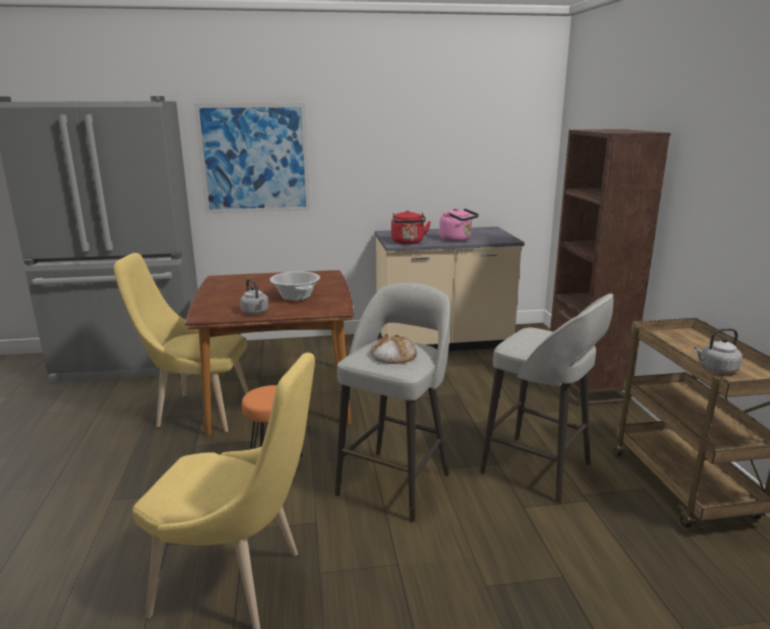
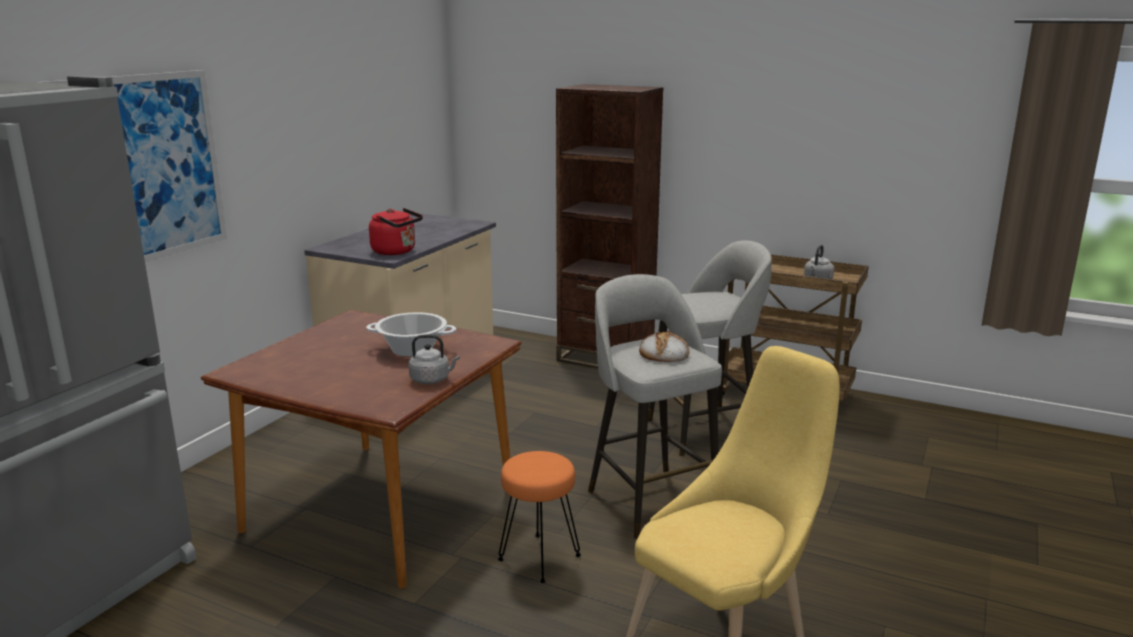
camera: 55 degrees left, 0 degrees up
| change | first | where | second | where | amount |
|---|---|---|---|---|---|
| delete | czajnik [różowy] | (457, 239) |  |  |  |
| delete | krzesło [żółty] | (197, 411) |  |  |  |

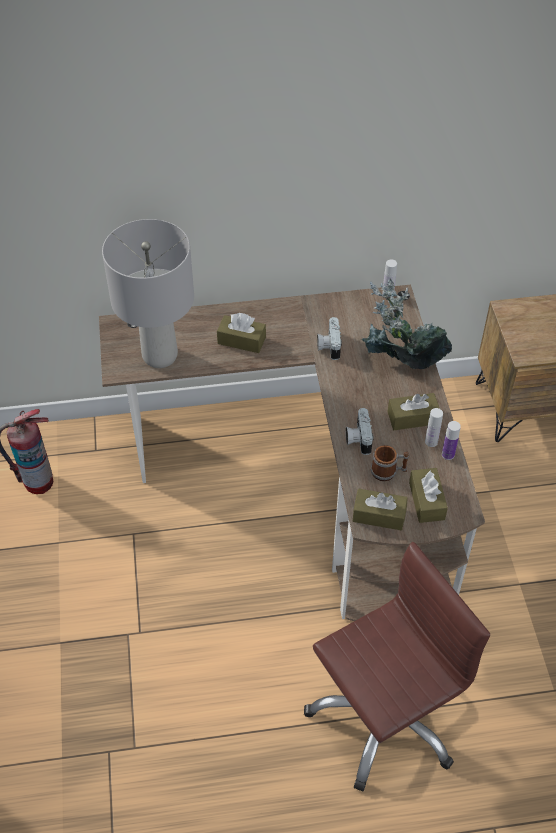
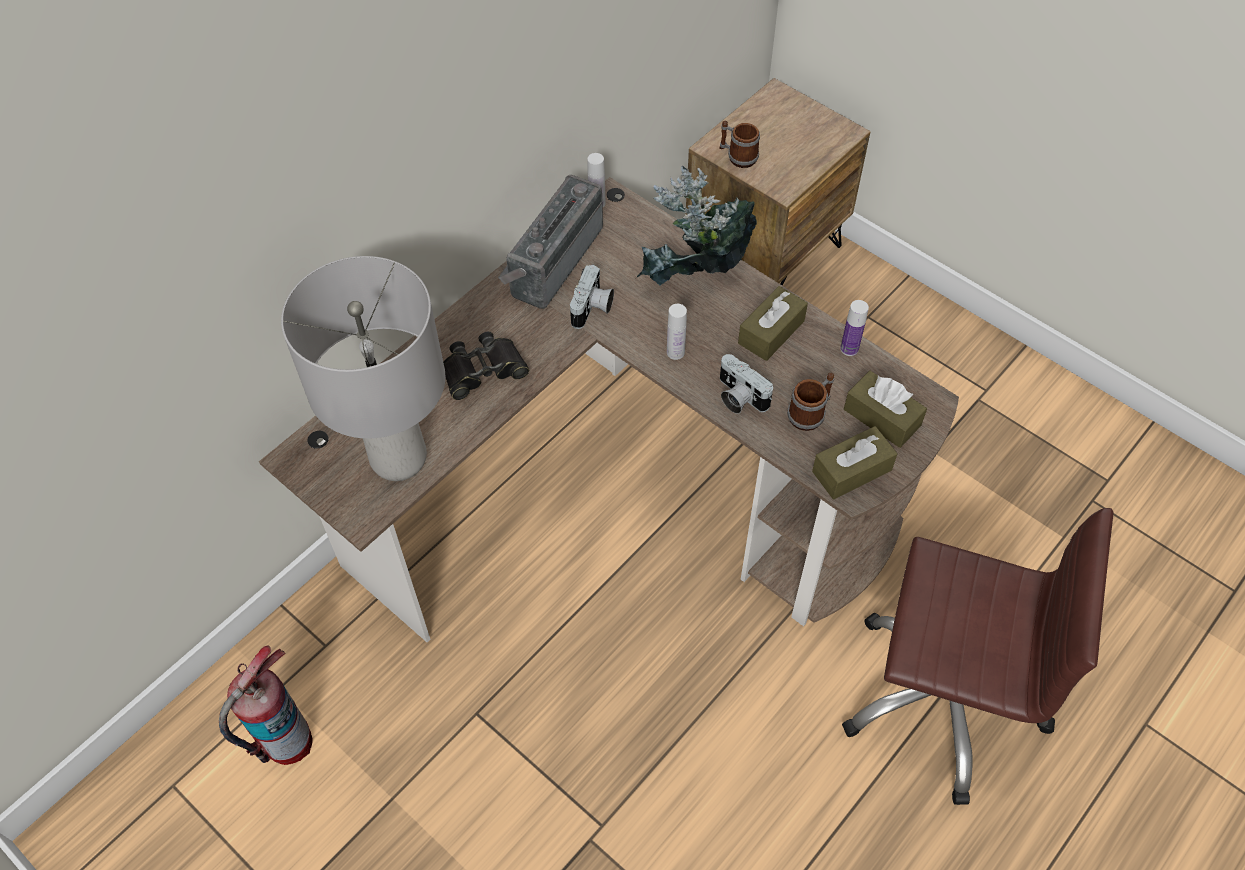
camera: 40 degrees left, 5 degrees up
| change | first | where | second | where | amount |
|---|---|---|---|---|---|
| replace | pudełko chusteczek [brązowy] | (241, 340) | lornetka [czarny] | (483, 370) |  |
| rotate | aparat fotograficzny | (328, 345) |  | (592, 308) | 120 degrees counterclockwise |
| move | butelka [biały] | (431, 442) |  | (675, 352) |  |
| rotate | krzesło biurowe [brązowy] | (383, 716) |  | (943, 697) | 90 degrees clockwise |
| insert |  |  | kubek | (737, 156) |  |
| insert |  |  | radio | (551, 260) |  |

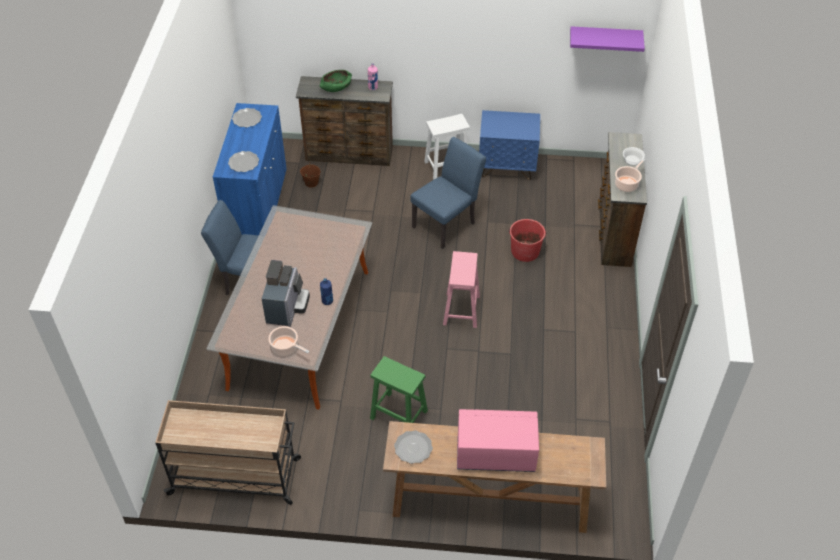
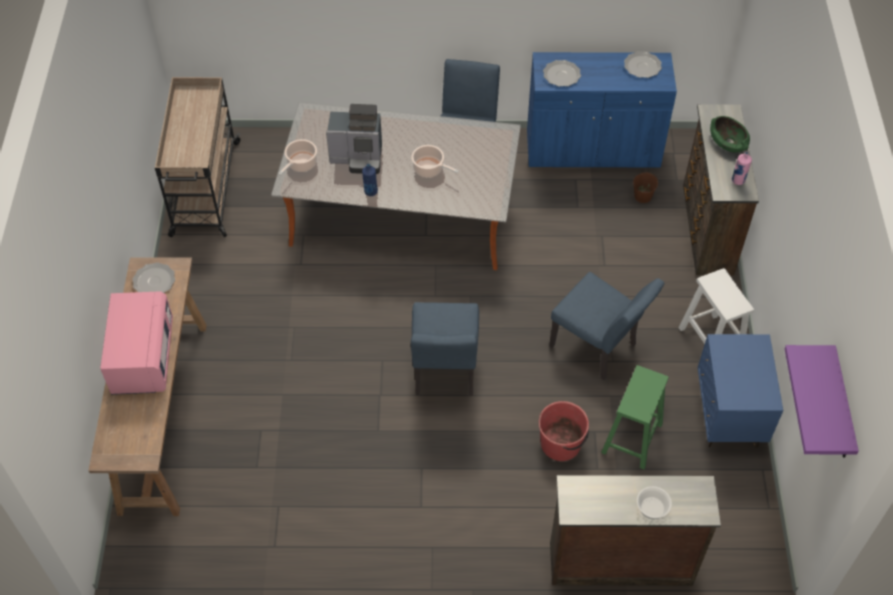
camera: 85 degrees right, 5 degrees up
| change | first | where | second | where | amount |
|---|---|---|---|---|---|
| move | garnek | (627, 184) |  | (430, 169) |  |
| replace | stołek [różowy] | (461, 310) | krzesło [niebieski] | (444, 373) |  |
| move | stołek [zielony] | (398, 414) |  | (632, 437) |  |

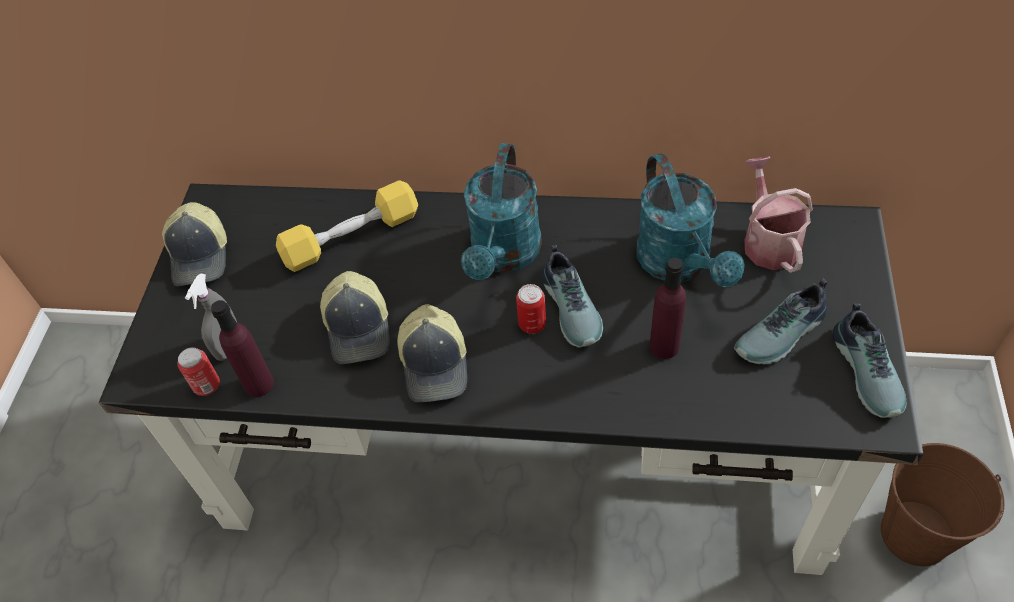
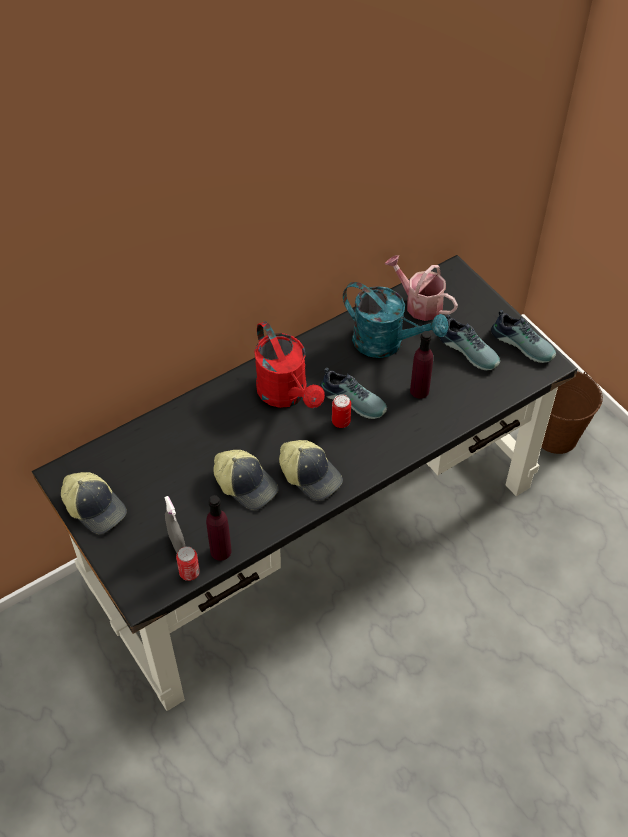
camera: 45 degrees left, 0 degrees up
| change | first | where | second | where | amount |
|---|---|---|---|---|---|
| recolor | konewka [turkusowy] | (504, 256) | konewka [czerwony] | (287, 395) |  |
| delete | hantel [żółty] | (351, 237) |  |  |  |
| rotate | but | (782, 335) |  | (470, 350) | 60 degrees counterclockwise |

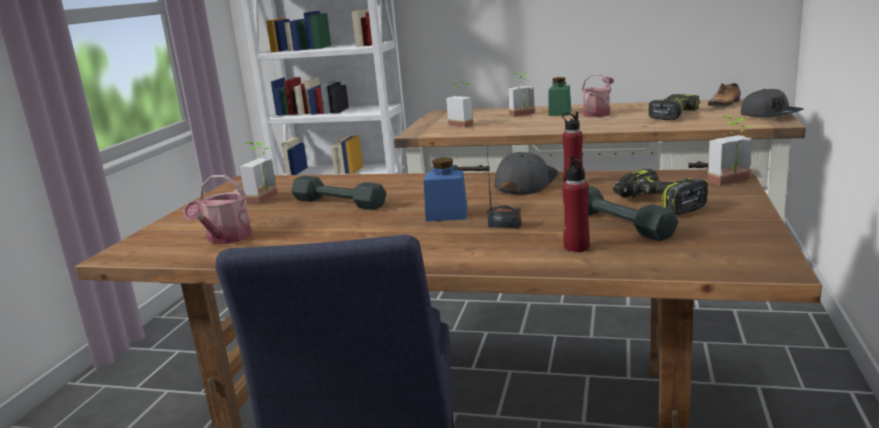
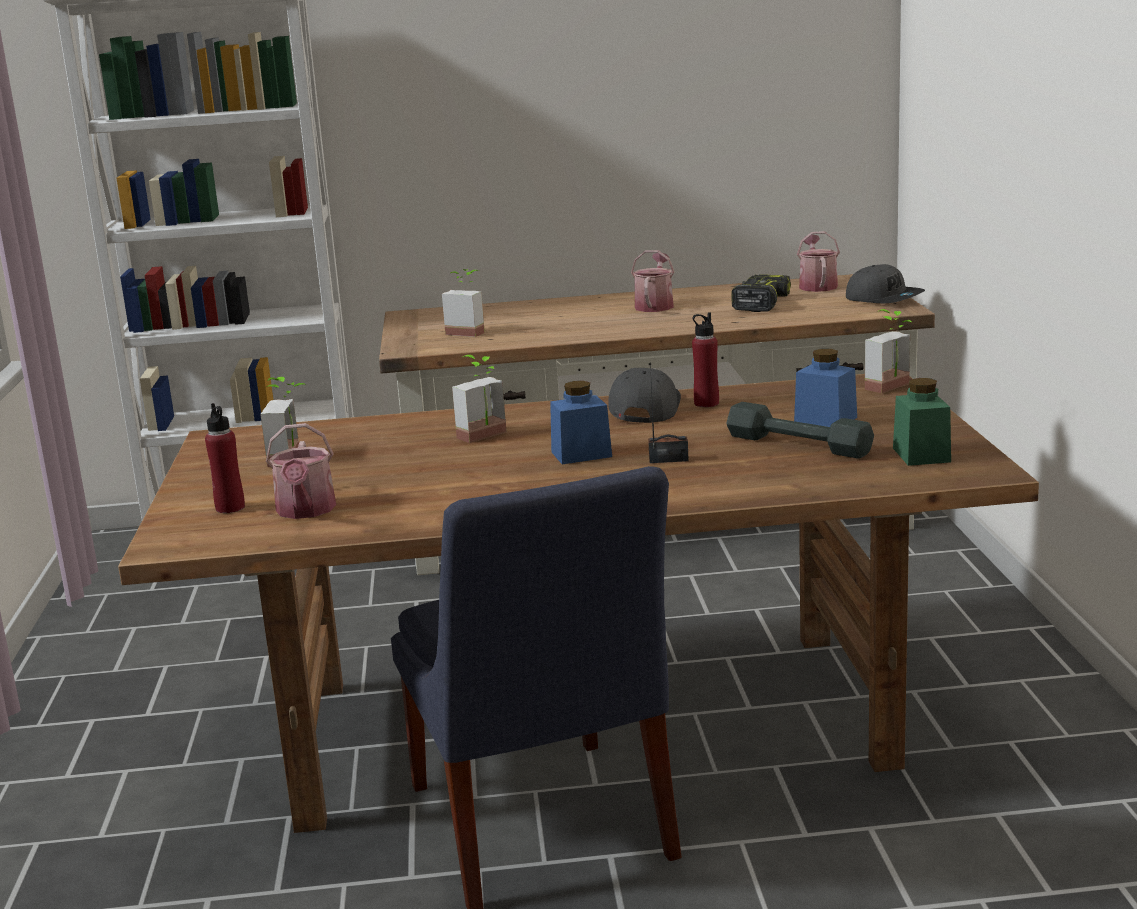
camera: 20 degrees left, 0 degrees up
| change | first | where | second | where | amount |
|---|---|---|---|---|---|
| move | roślina doniczkowa | (524, 115) |  | (487, 437) |  |
| move | słoik [zielony] | (560, 113) |  | (921, 455) |  |
| replace | but | (724, 104) | konewka | (817, 286) |  |
| move | butelka [czerwony] | (576, 247) |  | (230, 508) |  |
| replace | wiertarka | (656, 204) | słoik [niebieski] | (825, 419) |  |
| delete | hantel [szary] | (339, 202) |  |  |  |

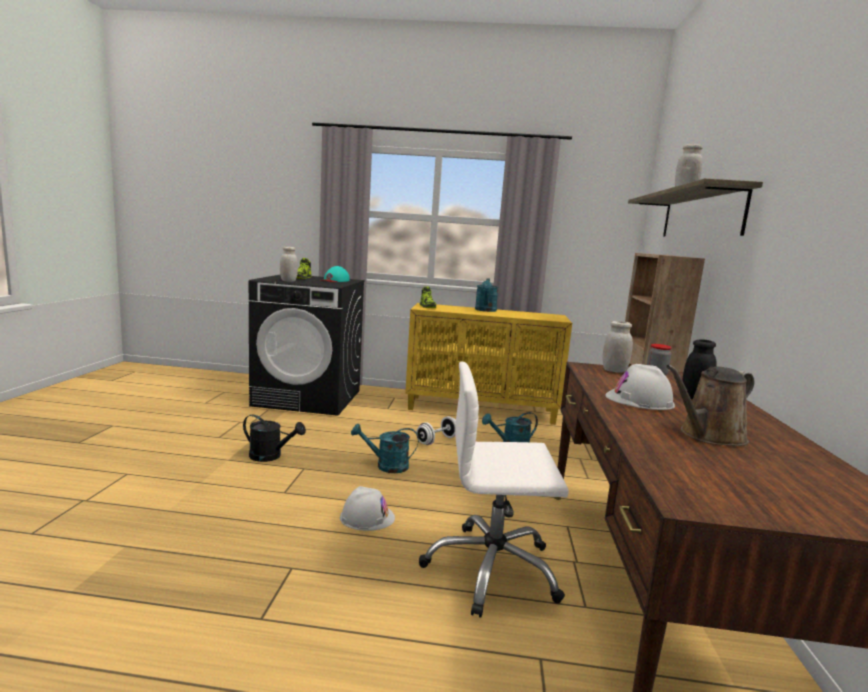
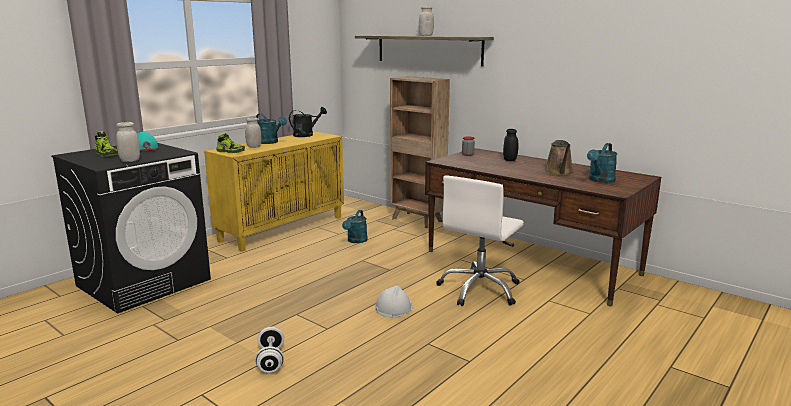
camera: 55 degrees left, 5 degrees up
| change | first | where | second | where | amount |
|---|---|---|---|---|---|
| move | słoik [biały] | (614, 371) |  | (254, 147) |  |
| delete | kask [biały] | (639, 400) |  |  |  |
| move | konewka [czarny] | (271, 456) |  | (306, 135) |  |
| move | hantel [biały] | (437, 440) |  | (271, 360) |  |
| move | konewka [turkusowy] | (386, 466) |  | (600, 180) |  |

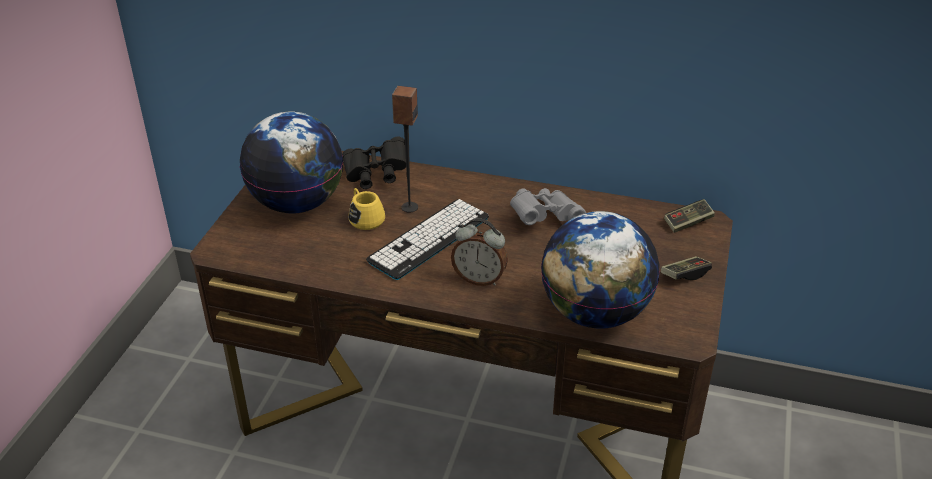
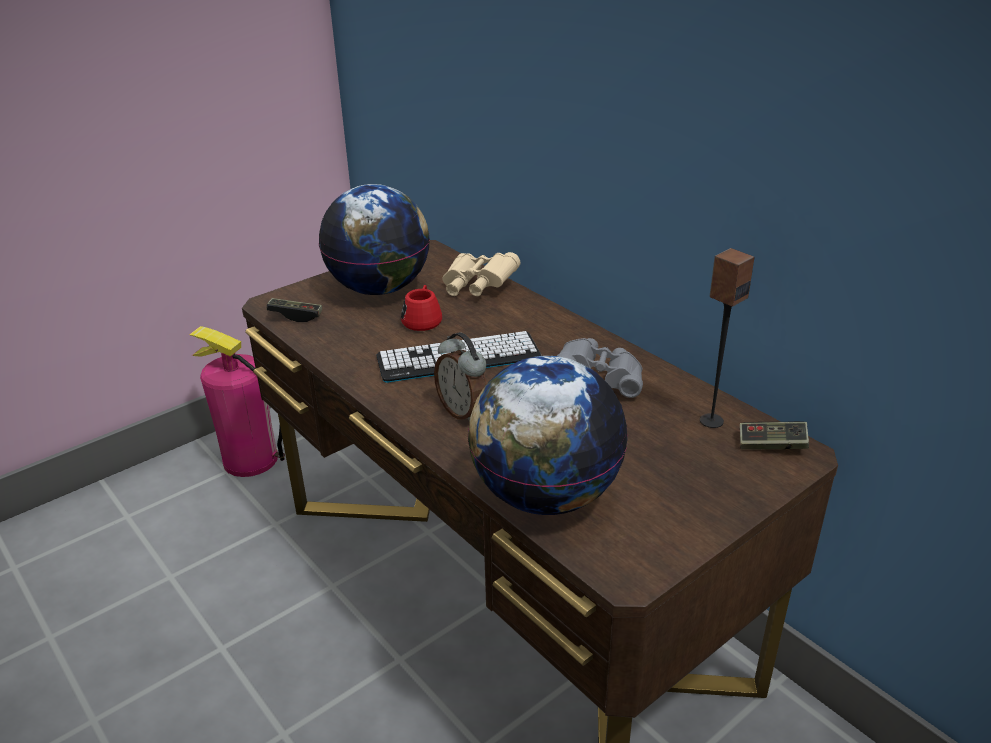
camera: 35 degrees right, 5 degrees down
| change | first | where | second | where | amount |
|---|---|---|---|---|---|
| move | głośnik | (409, 207) |  | (711, 420) |  |
| recolor | lornetka [czarny] | (376, 175) | lornetka [beżowy] | (477, 287) |  |
| recolor | kubek [żółty] | (365, 217) | kubek [czerwony] | (422, 319) |  |
| move | pad do gier | (685, 275) |  | (296, 316) |  |
| insert |  |  | gaśnica | (250, 460) |  |

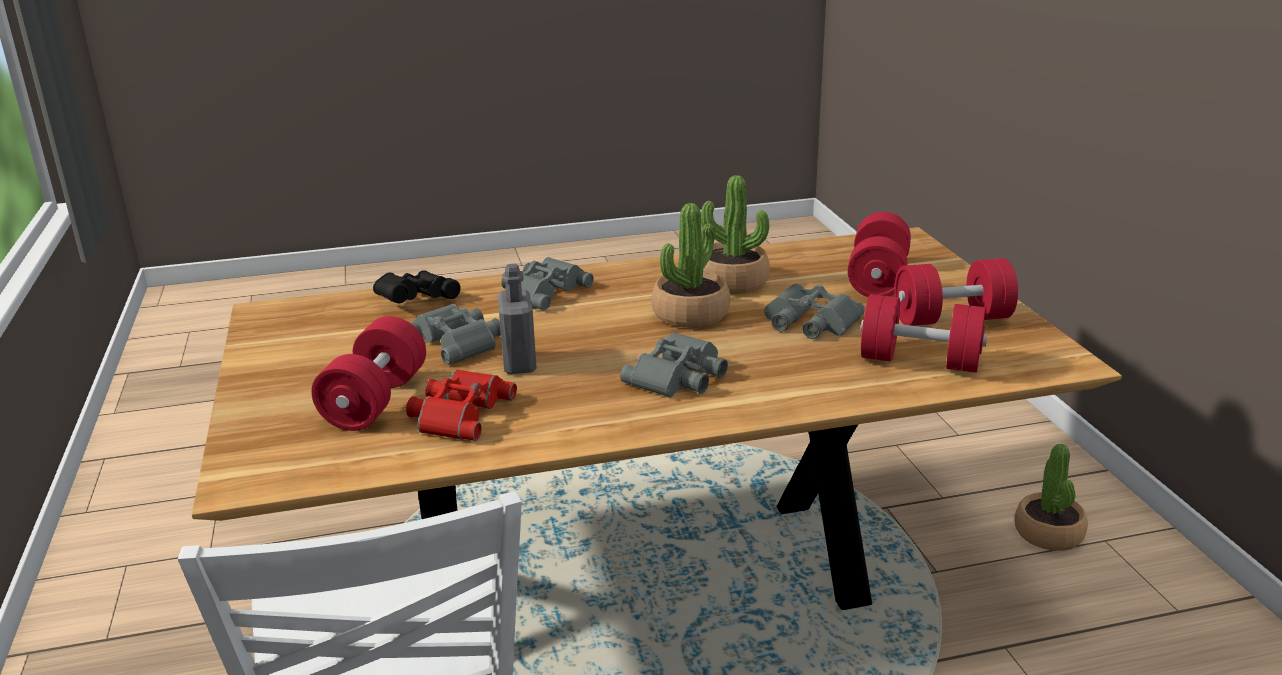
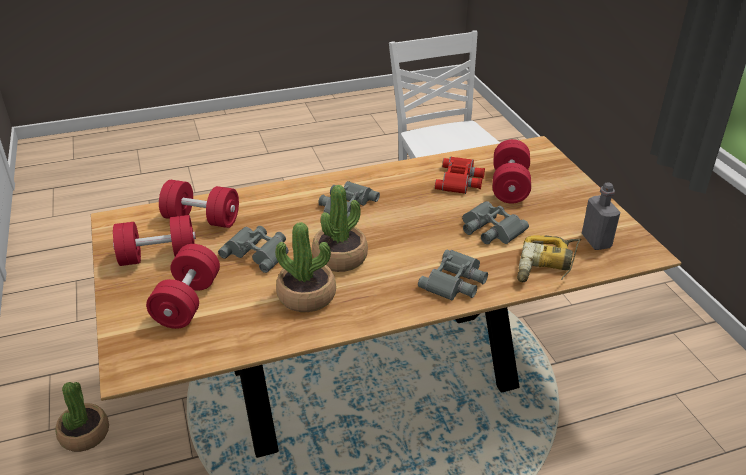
camera: 175 degrees right, 10 degrees up
| change | first | where | second | where | amount |
|---|---|---|---|---|---|
| move | butelka [szary] | (519, 363) |  | (596, 241) |  |
| replace | lornetka [czarny] | (414, 301) | wiertarka | (546, 267) |  |

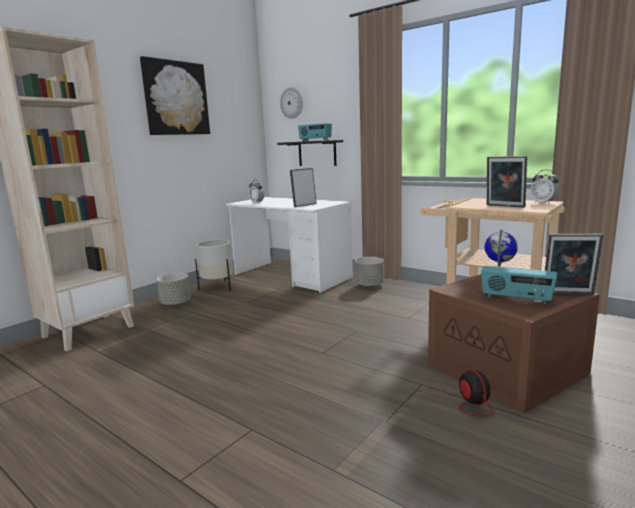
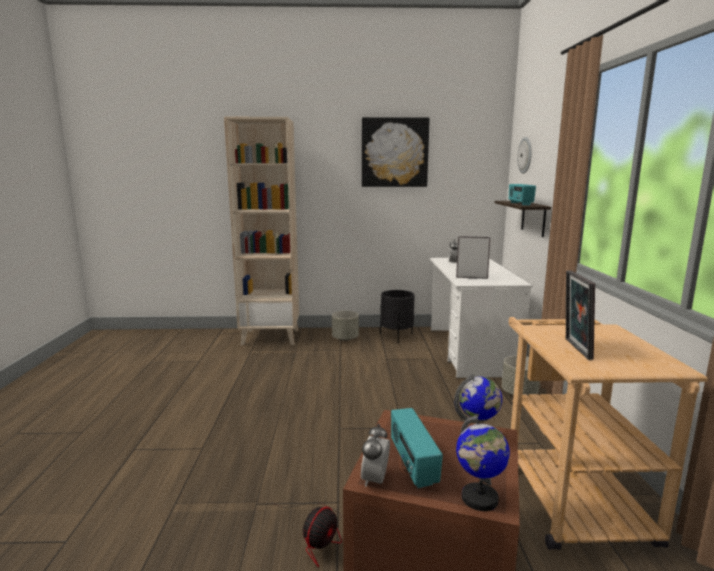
camera: 50 degrees right, 0 degrees up
| change | first | where | second | where | amount |
|---|---|---|---|---|---|
| move | budzik | (543, 203) |  | (375, 480) |  |
| replace | ramka na zdjęcie | (568, 294) | globus | (479, 499) |  |
| recolor | donica [biały] | (218, 287) | donica [czarny] | (396, 336) |  |

